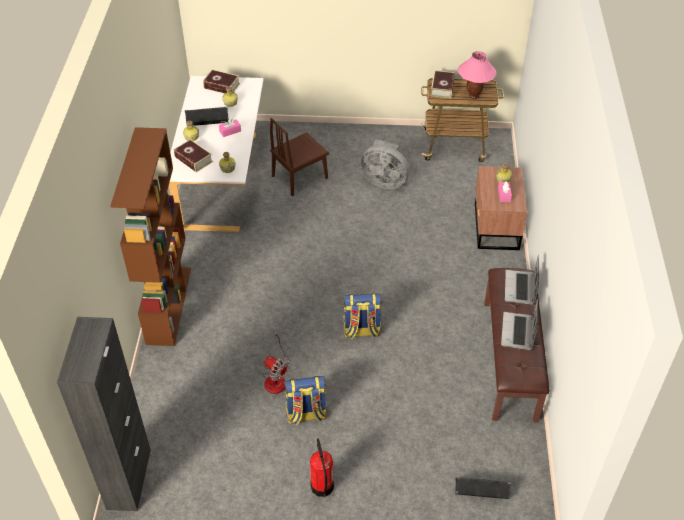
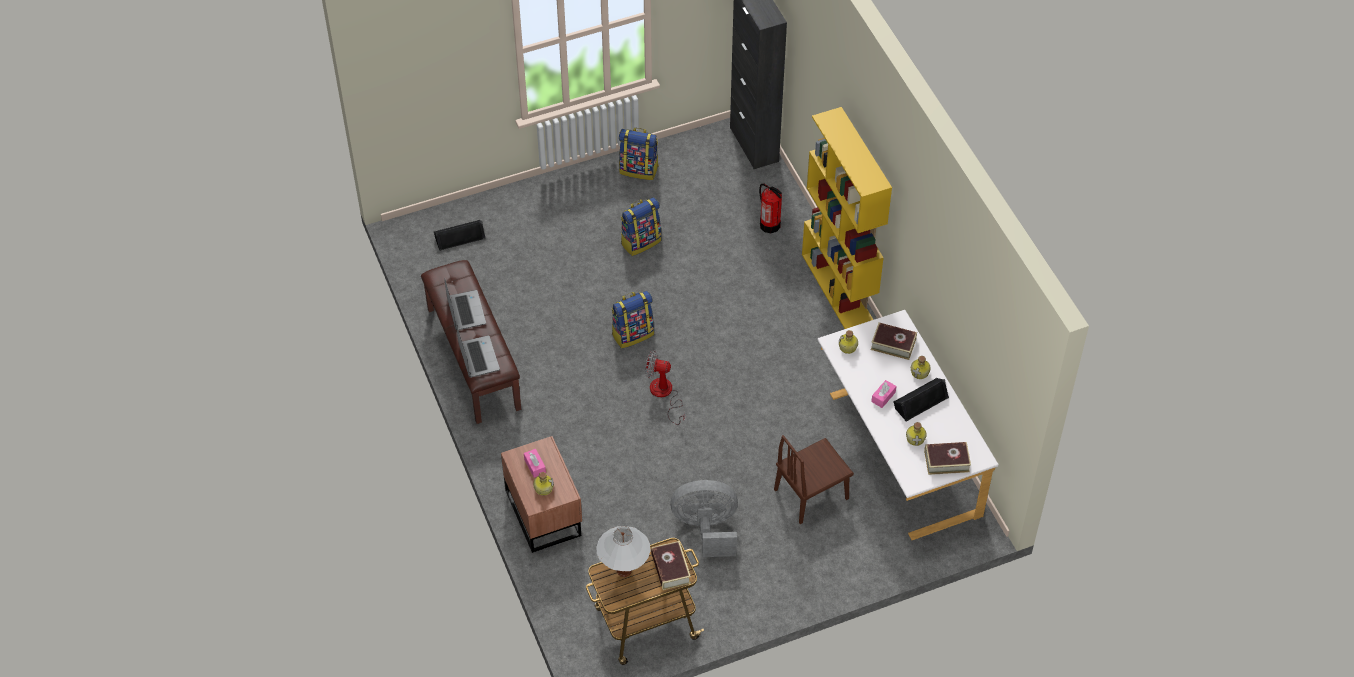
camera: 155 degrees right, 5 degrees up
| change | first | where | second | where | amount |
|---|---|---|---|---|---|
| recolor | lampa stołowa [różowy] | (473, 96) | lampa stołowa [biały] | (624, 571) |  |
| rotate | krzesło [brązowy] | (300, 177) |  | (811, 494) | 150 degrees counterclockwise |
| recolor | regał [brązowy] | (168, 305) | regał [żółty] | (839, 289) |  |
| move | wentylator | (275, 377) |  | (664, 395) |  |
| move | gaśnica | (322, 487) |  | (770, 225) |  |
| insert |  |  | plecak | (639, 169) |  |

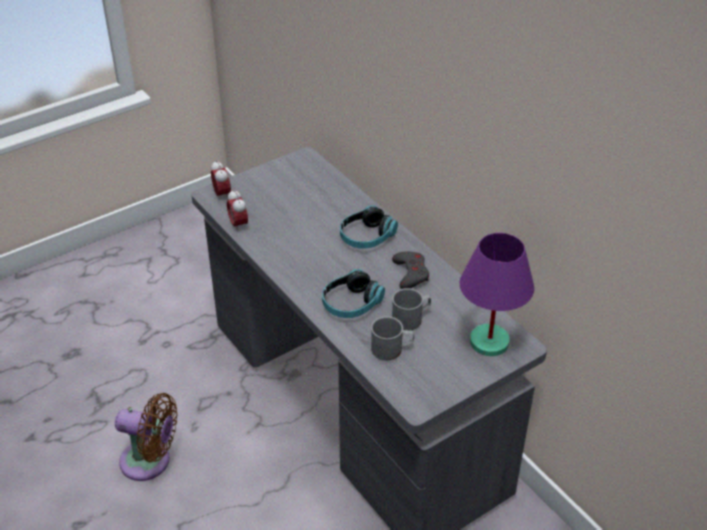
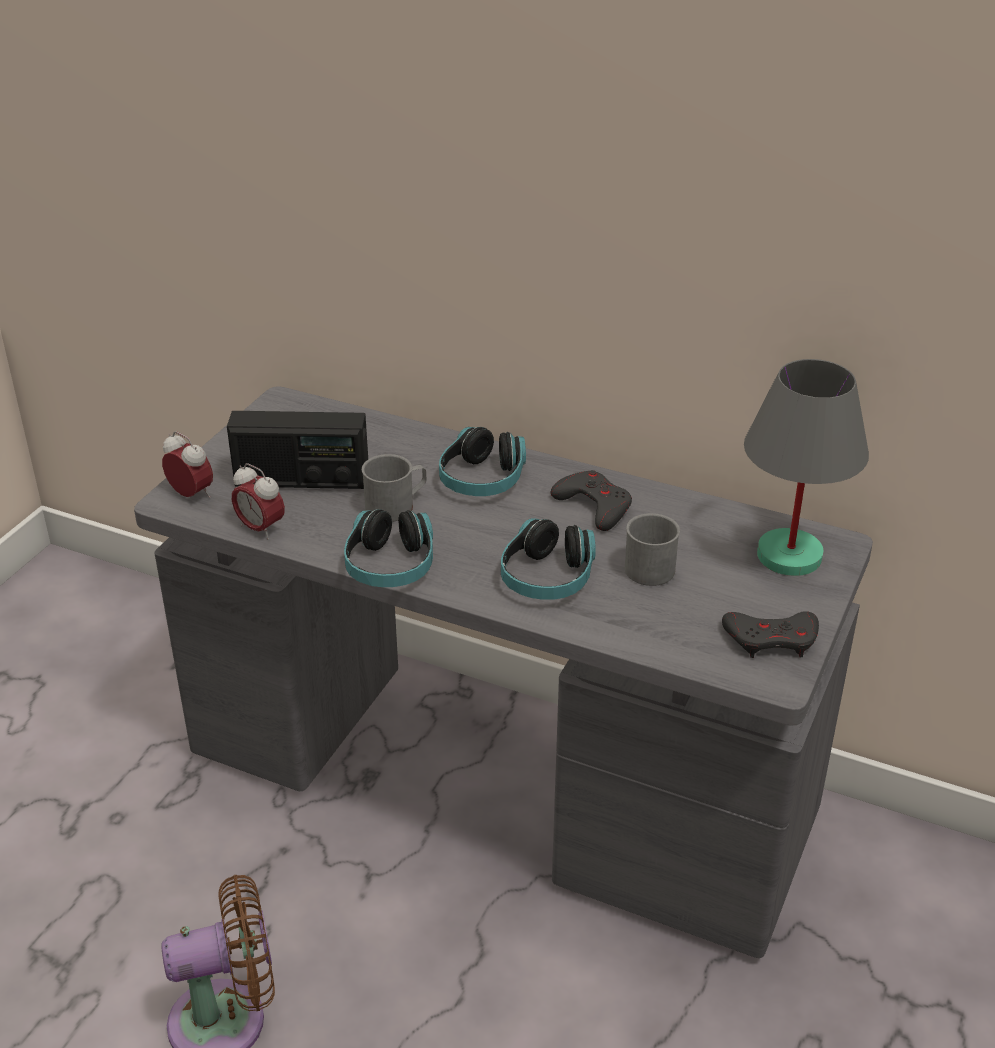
camera: 30 degrees left, 5 degrees down
| change | first | where | second | where | amount |
|---|---|---|---|---|---|
| recolor | lampa stołowa [fioletowy] | (488, 342) | lampa stołowa [szary] | (788, 556) |  |
| move | kubek [szary] | (391, 349) |  | (396, 505) |  |
| insert |  |  | radio | (302, 480) |  |
| insert |  |  | słuchawki | (390, 565) |  |
| insert |  |  | pad do gier [szary] | (771, 639) |  |

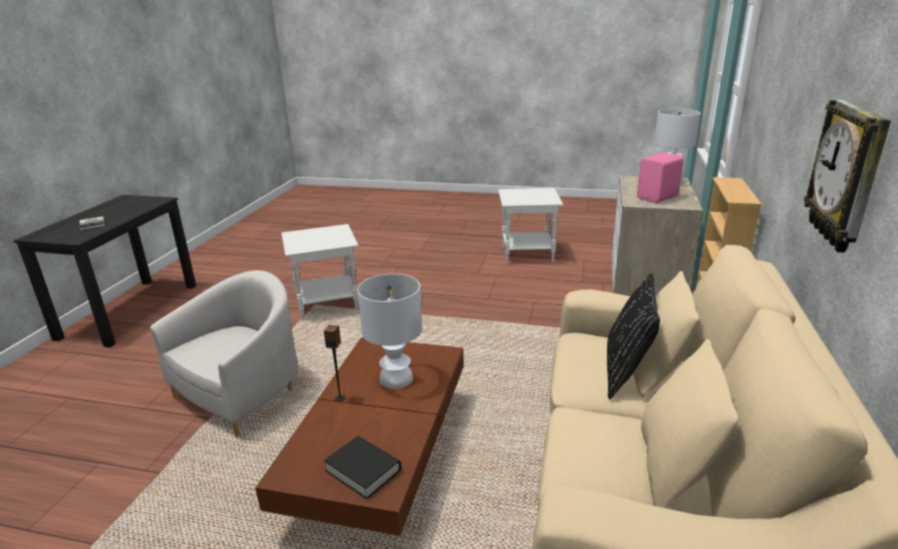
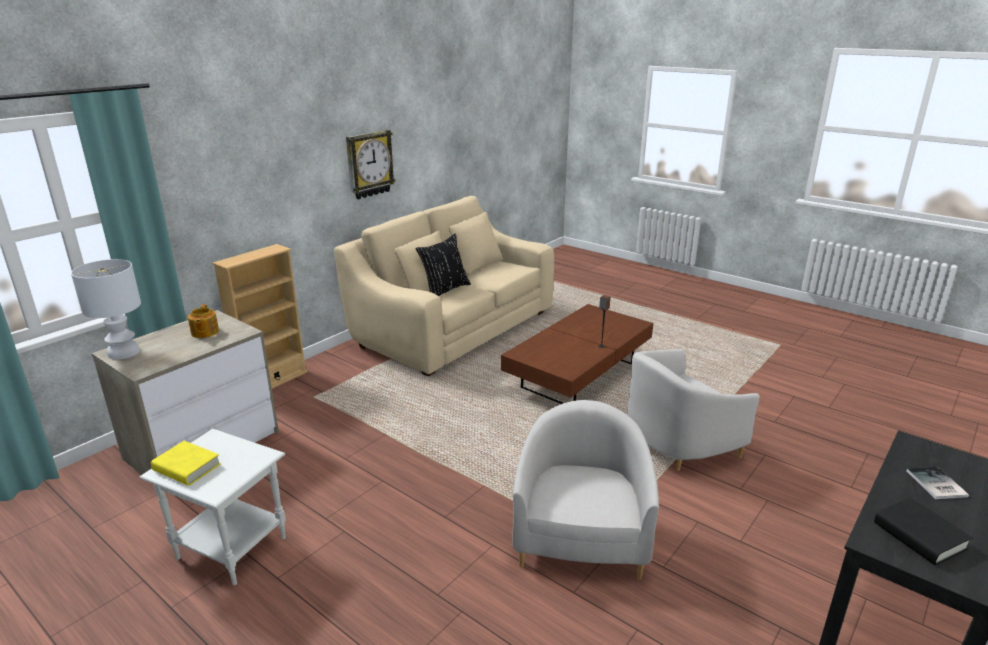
camera: 155 degrees left, 0 degrees up
| change | first | where | second | where | amount |
|---|---|---|---|---|---|
| replace | głośnik [różowy] | (658, 197) | imbryk | (204, 332) |  |
| replace | stolik [biały] | (326, 305) | fotel [biały] | (580, 537) |  |
| delete | lampa stołowa [biały] | (395, 379) |  |  |  |
| move | książka [czarny] | (363, 470) |  | (919, 536) |  |
| insert |  |  | książka [żółty] | (187, 467) |  |

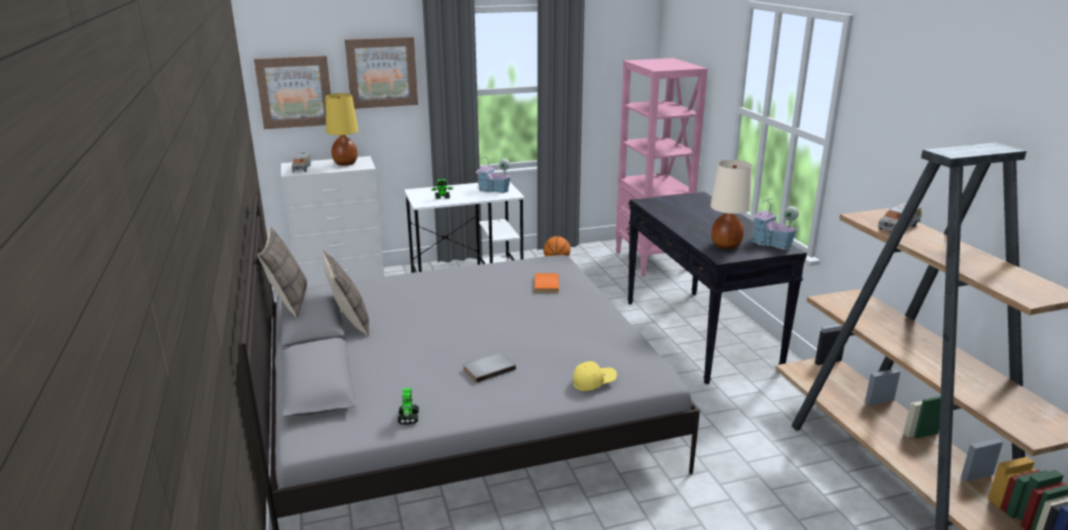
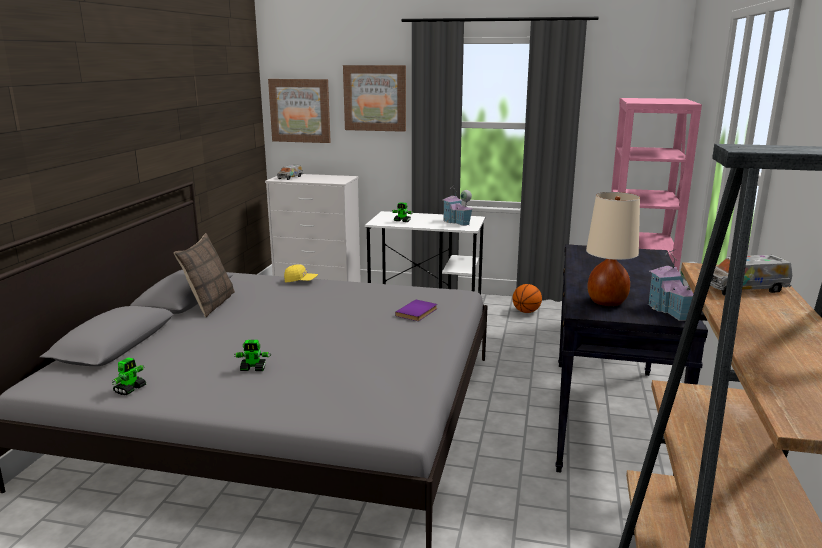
camera: 30 degrees right, 5 degrees down
| change | first | where | second | where | amount |
|---|---|---|---|---|---|
| delete | lampa stołowa [żółty] | (345, 163) |  |  |  |
| delete | poduszka | (289, 302) |  |  |  |
| recolor | książka [pomarańczowy] | (548, 284) | książka [fioletowy] | (418, 312) |  |
| replace | książka [szary] | (488, 368) | robot zabawkowy | (253, 368) |  |
| move | czapka z daszkiem [żółty] | (594, 382) |  | (301, 281) |  |

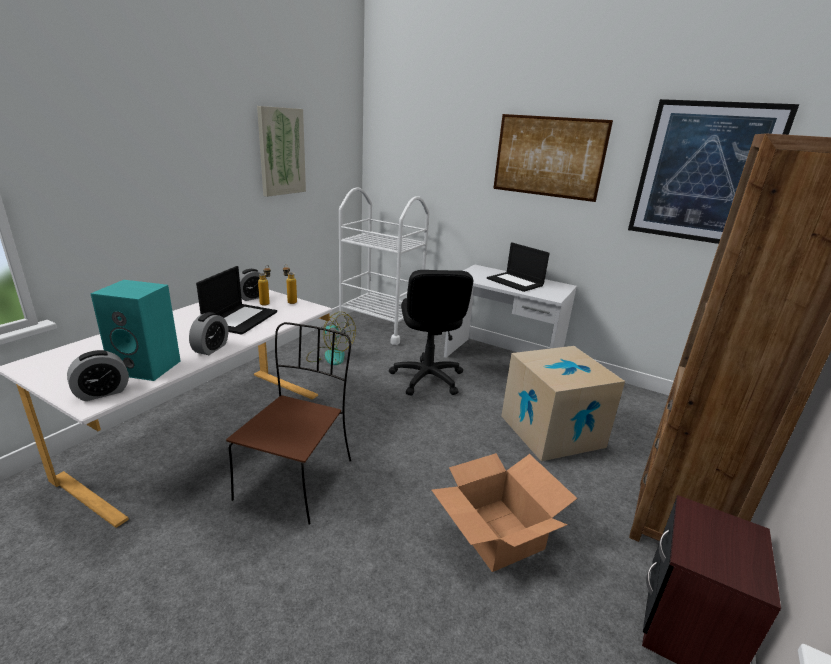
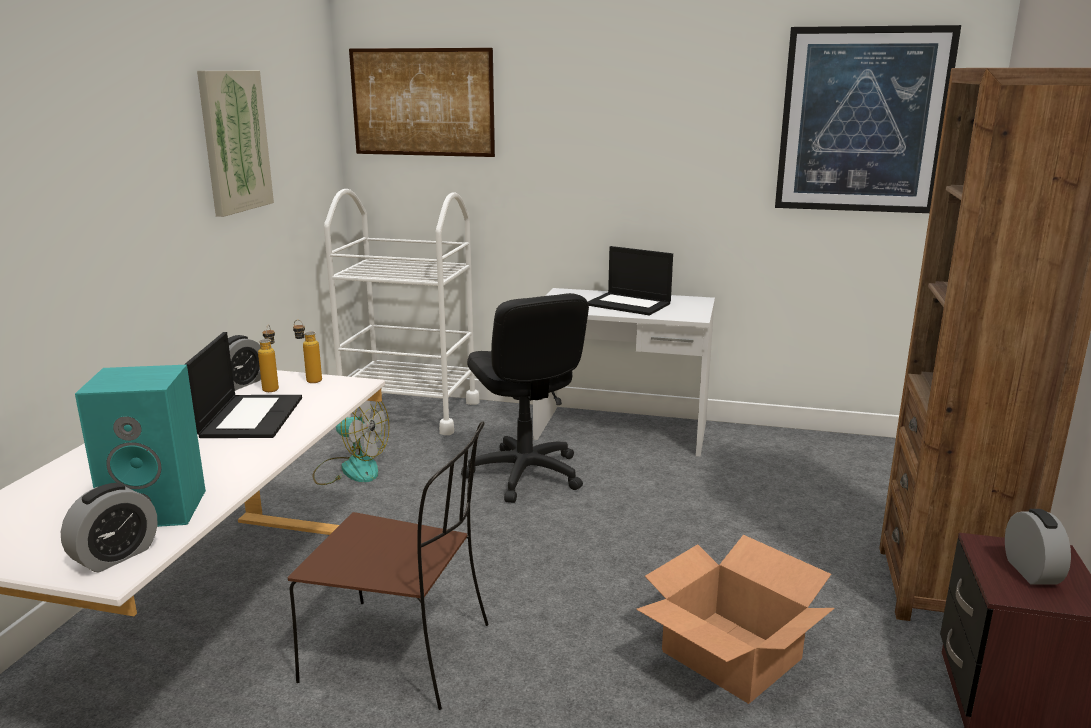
camera: 15 degrees left, 5 degrees down
| change | first | where | second | where | amount |
|---|---|---|---|---|---|
| move | obraz | (548, 157) |  | (422, 102) |  |
| move | budzik | (211, 348) |  | (1031, 571) |  |
| rotate | krzesło [brązowy] | (297, 477) |  | (402, 653) | 105 degrees clockwise |
| delete | karton | (551, 431) |  |  |  |

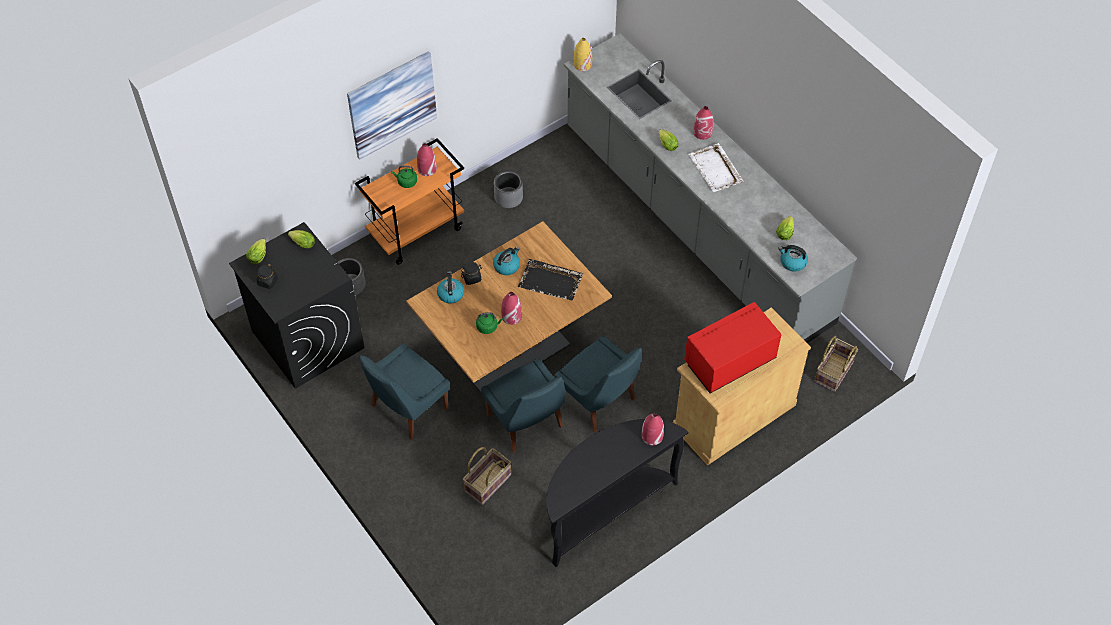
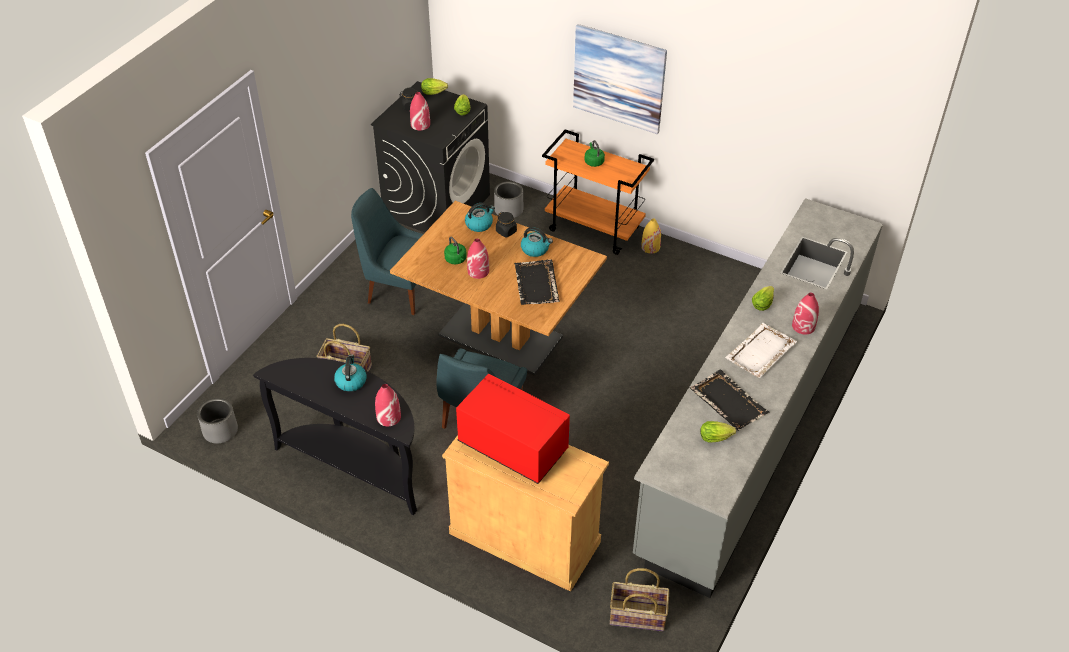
camera: 65 degrees right, 10 degrees down
| change | first | where | second | where | amount |
|---|---|---|---|---|---|
| move | wazon [żółty] | (582, 64) |  | (650, 247) |  |
| move | wazon [czerwony] | (427, 169) |  | (420, 124) |  |
| move | donica [szary] | (508, 198) |  | (220, 431) |  |
| move | czajnik | (792, 262) |  | (351, 381) |  |
| delete | krzesło [niebieski] | (526, 423) |  |  |  |
| insert |  |  | taca [czarny] | (728, 401) |  |

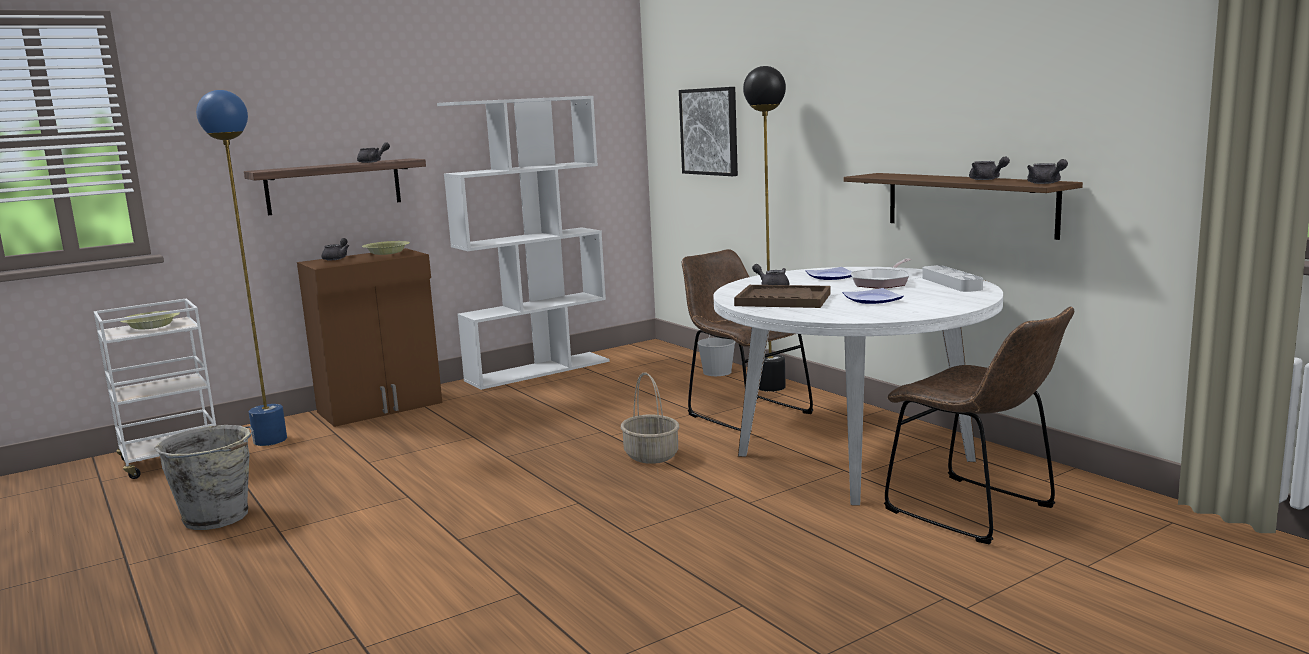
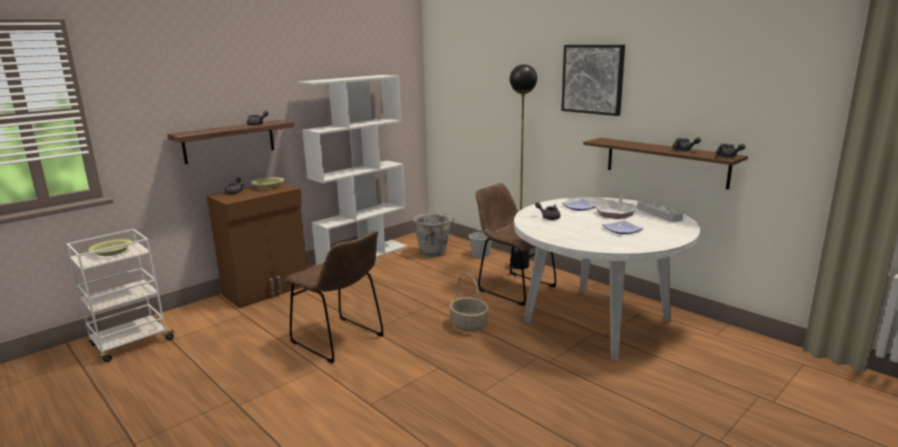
camera: 10 degrees left, 5 degrees up
| change | first | where | second | where | amount |
|---|---|---|---|---|---|
| move | obraz | (709, 131) |  | (592, 79) |  |
| delete | lampa stojąca [niebieski] | (270, 440) |  |  |  |
| delete | taca [brązowy] | (783, 300) |  |  |  |
| move | krzesło [brązowy] | (976, 511) |  | (340, 341) |  |
| move | wiadro [szary] | (218, 518) |  | (434, 252) |  |

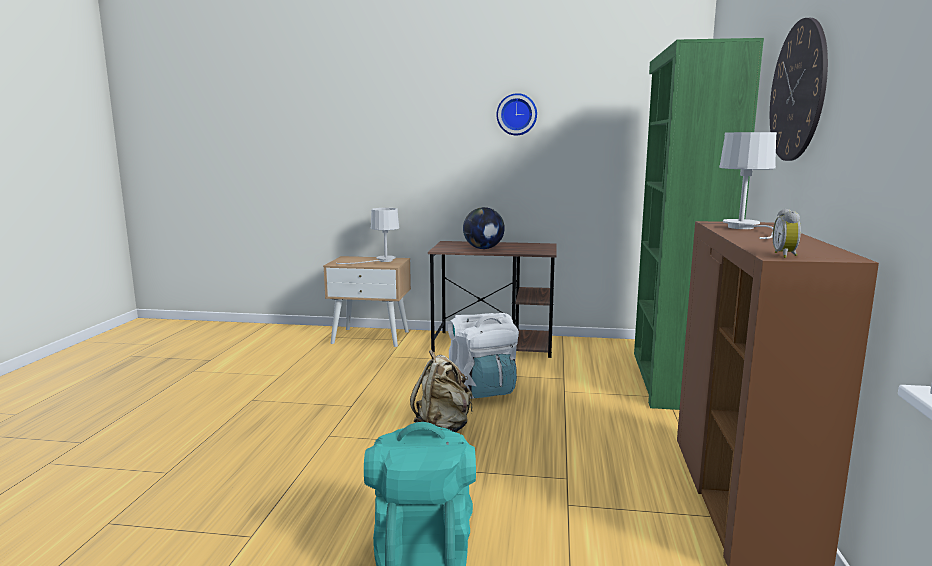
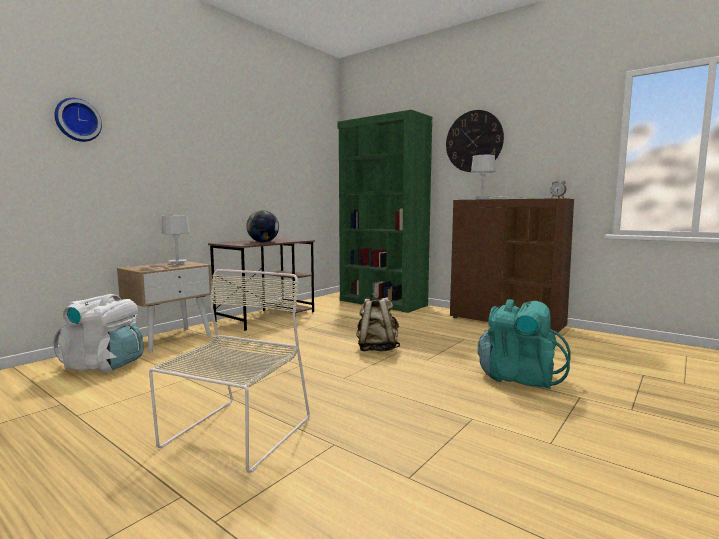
camera: 60 degrees left, 5 degrees down
| change | first | where | second | where | amount |
|---|---|---|---|---|---|
| move | zegar ścienny | (516, 114) |  | (77, 120) |  |
| move | plecak [biały] | (483, 389) |  | (105, 365) |  |
| insert |  |  | krzesło [beżowy] | (235, 435) |  |

